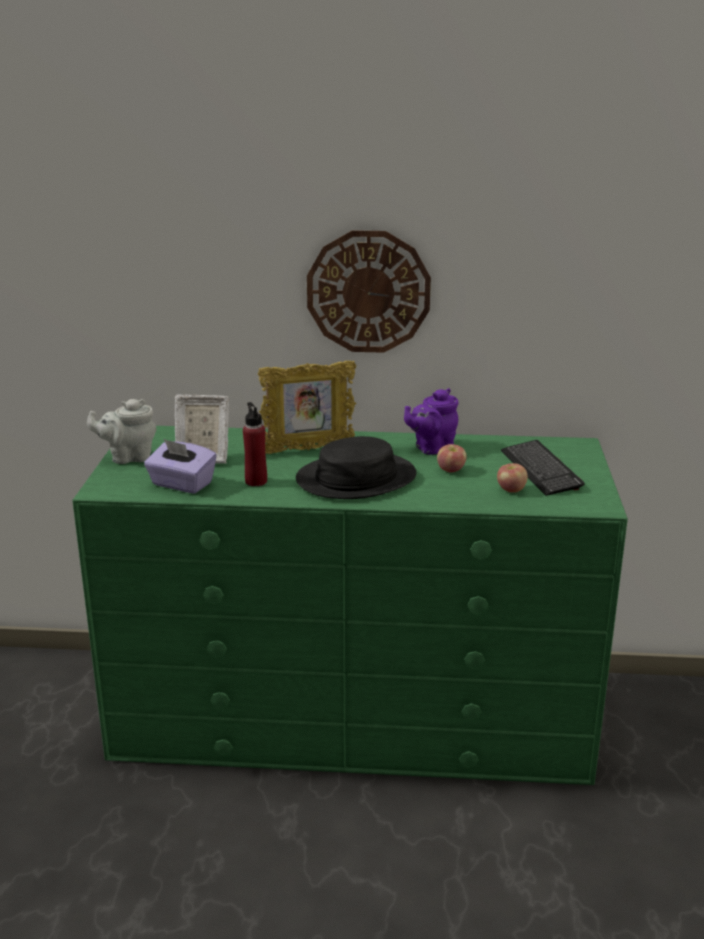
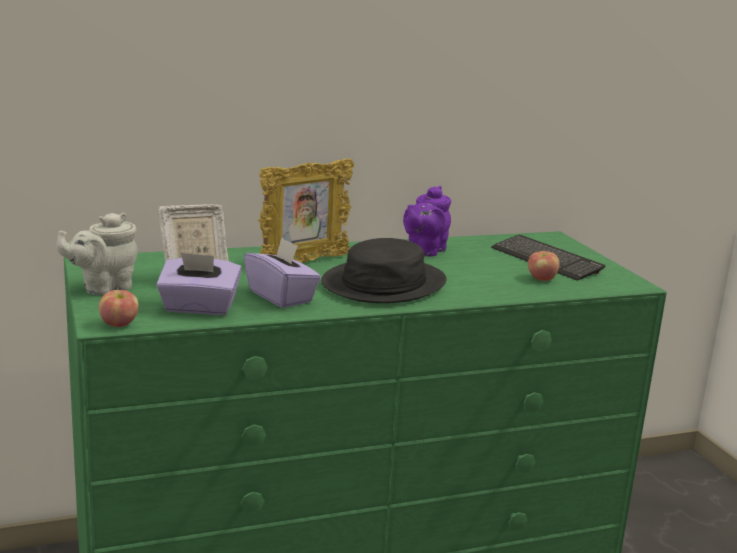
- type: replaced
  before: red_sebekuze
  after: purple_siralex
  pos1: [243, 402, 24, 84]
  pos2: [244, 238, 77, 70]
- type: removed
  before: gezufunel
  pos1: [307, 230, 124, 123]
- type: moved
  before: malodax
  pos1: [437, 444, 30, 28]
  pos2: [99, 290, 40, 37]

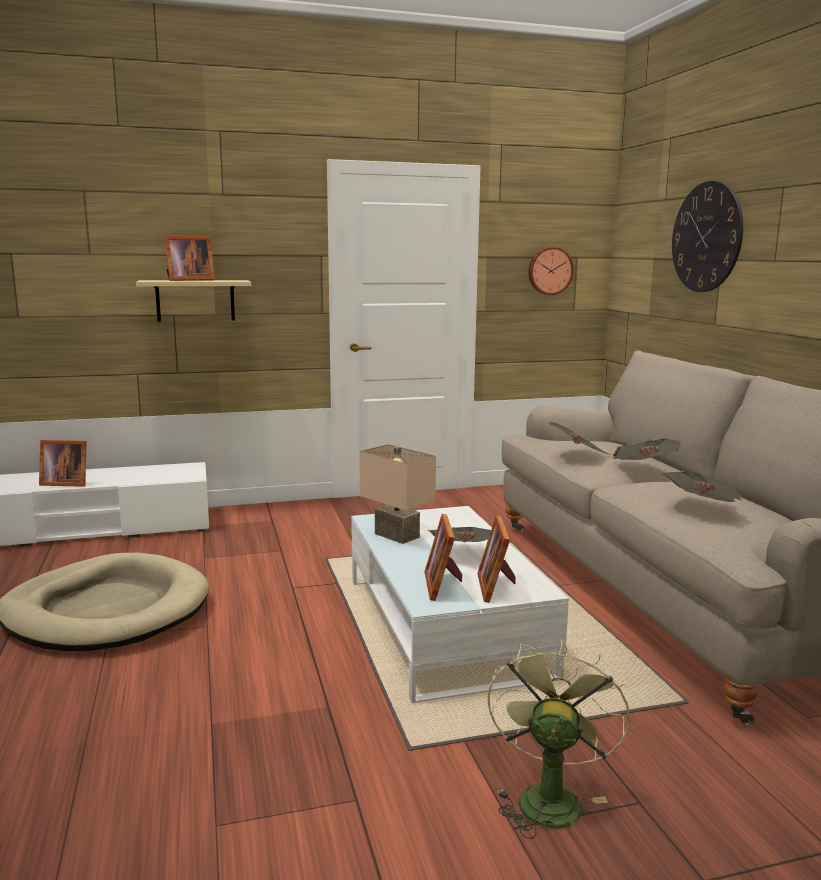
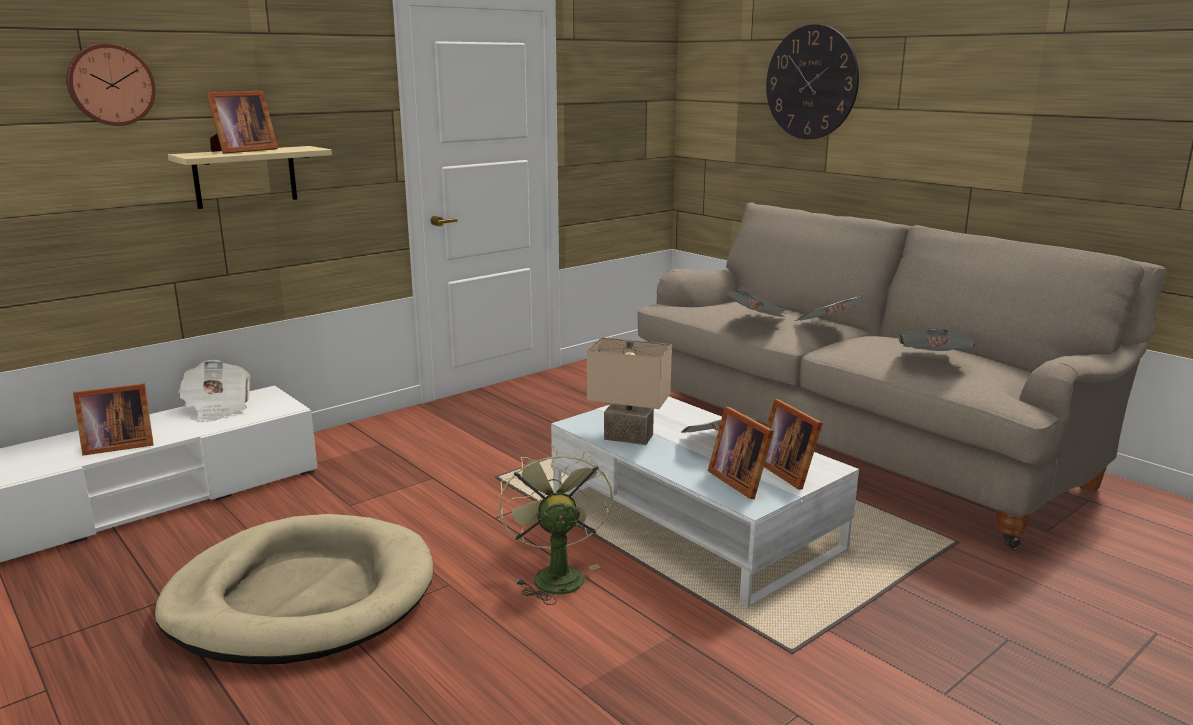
- type: moved
  before: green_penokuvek
  pos1: [488, 639, 142, 200]
  pos2: [499, 446, 114, 159]
- type: moved
  before: gezufunel
  pos1: [528, 247, 46, 48]
  pos2: [66, 44, 90, 82]
- type: added
  after: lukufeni
  pos2: [178, 360, 72, 62]

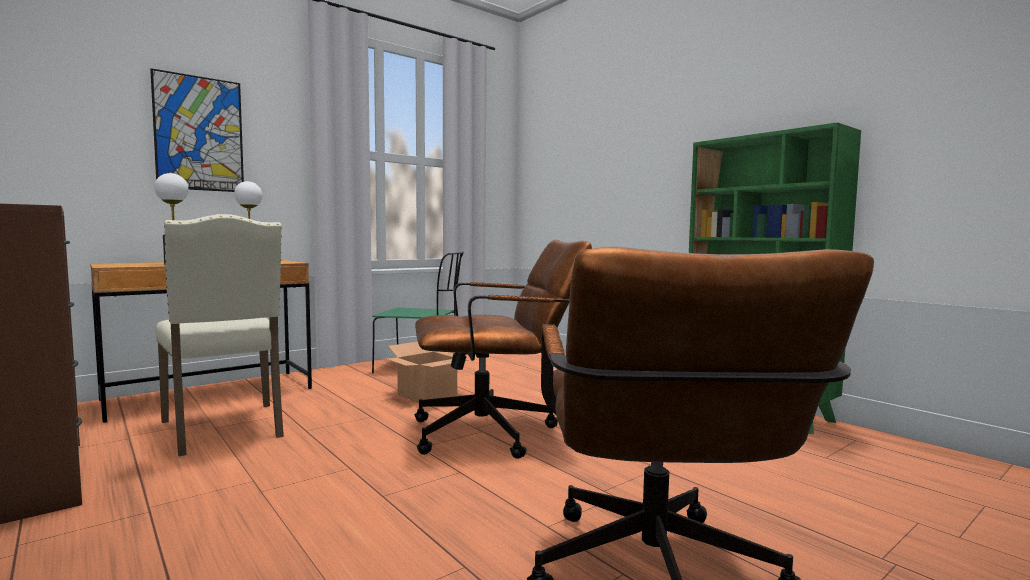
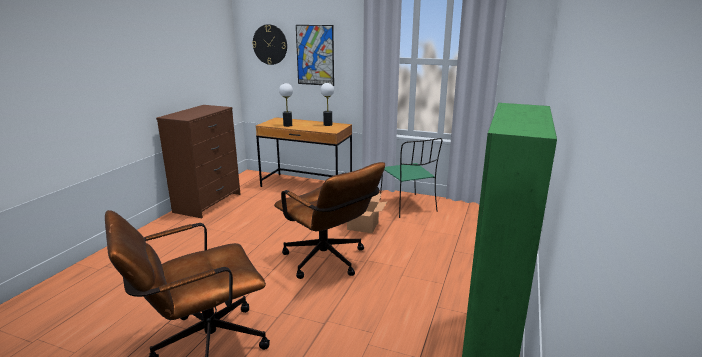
- type: removed
  before: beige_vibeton
  pos1: [155, 214, 129, 242]
- type: added
  after: gezufunel
  pos2: [252, 24, 35, 41]

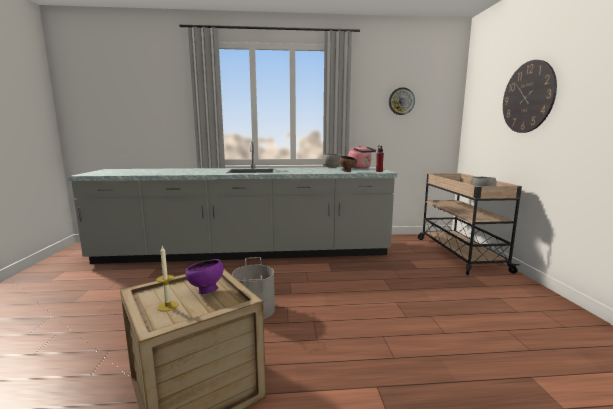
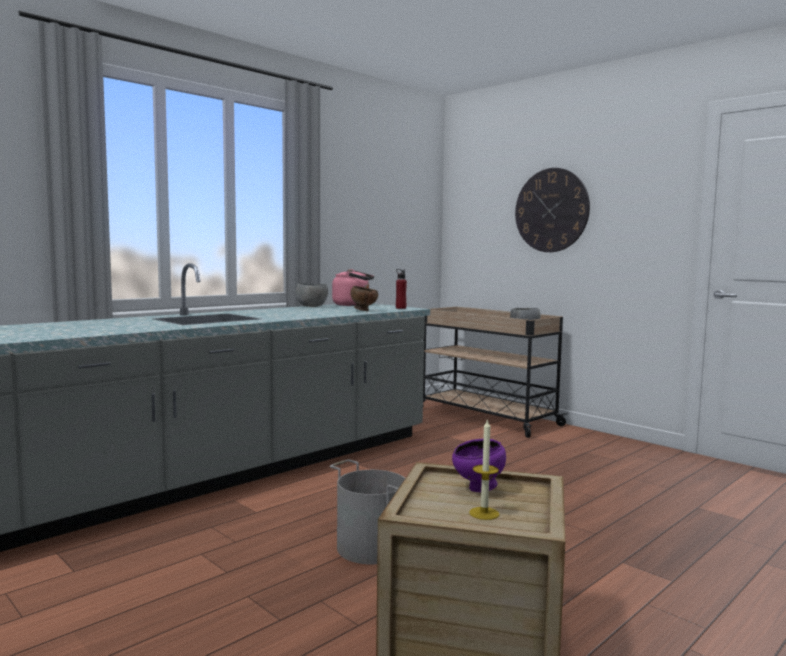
- type: removed
  before: gezufunel
  pos1: [389, 87, 26, 28]

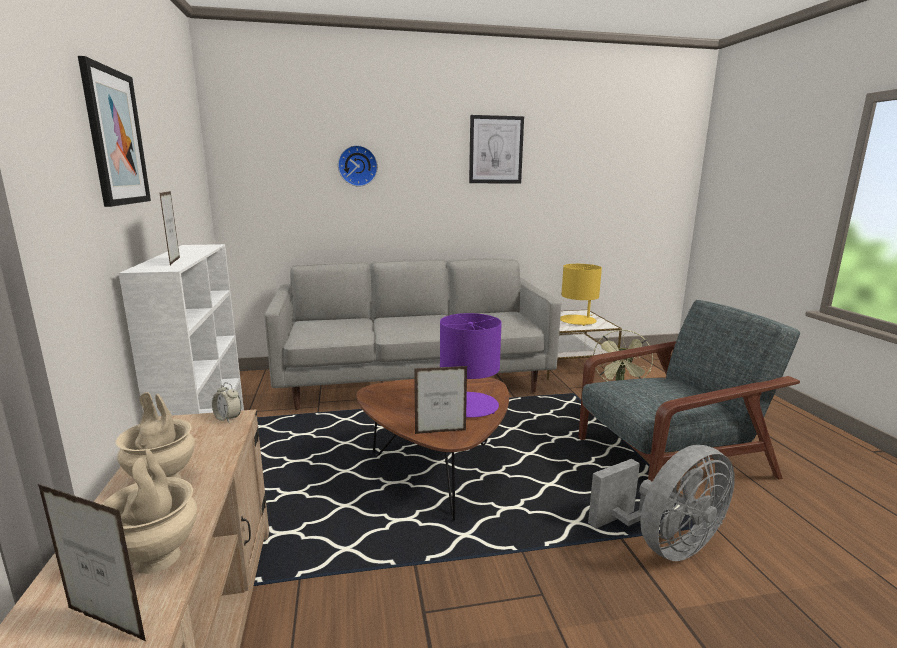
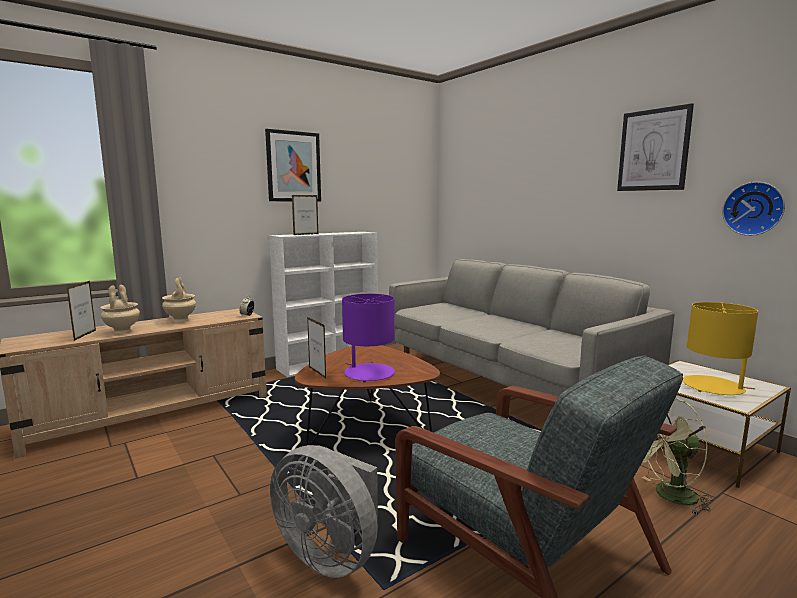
- type: moved
  before: gezufunel
  pos1: [338, 145, 40, 42]
  pos2: [722, 182, 63, 54]

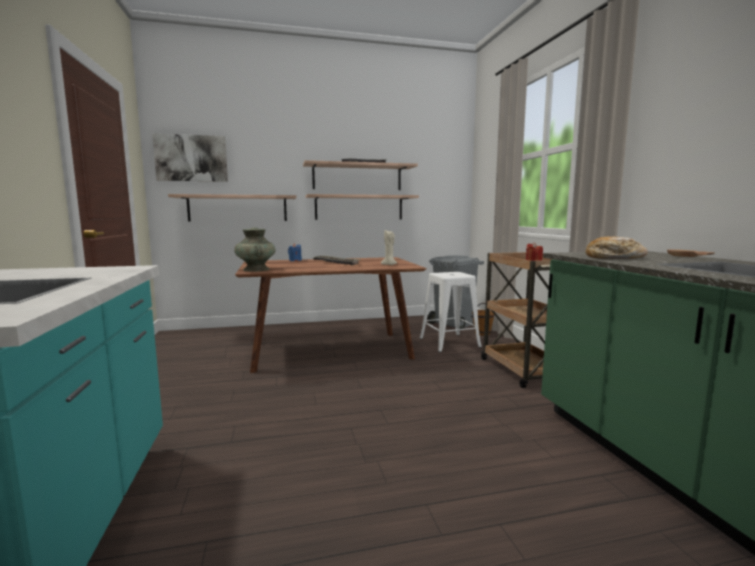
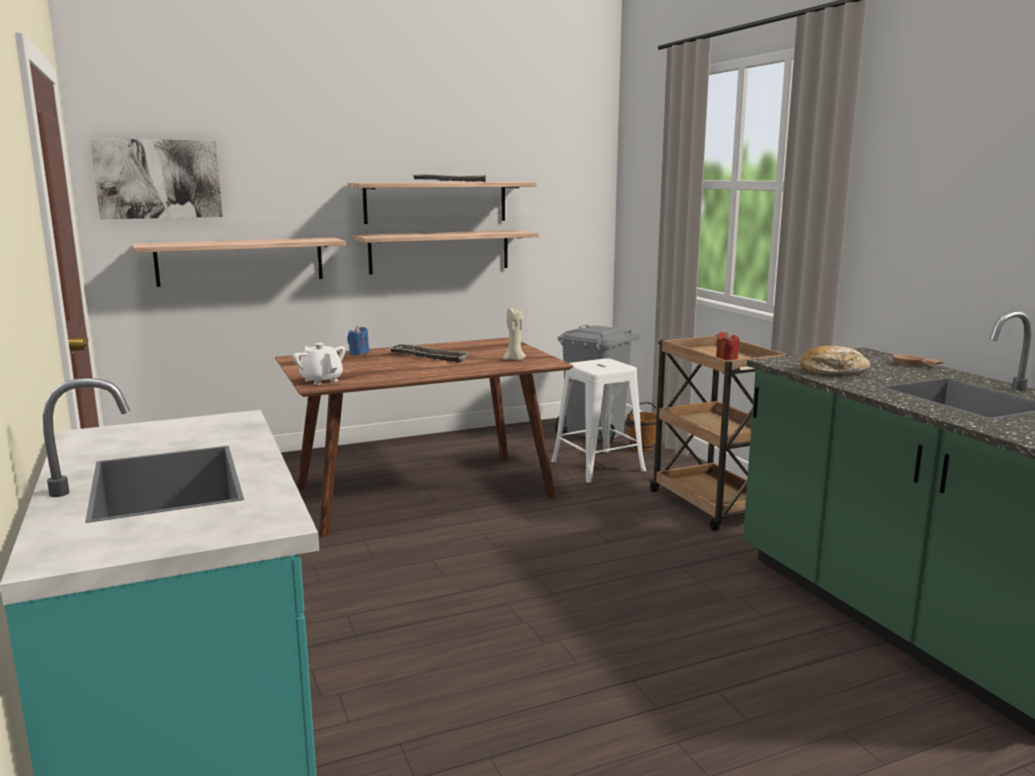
- type: replaced
  before: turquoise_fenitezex
  after: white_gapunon
  pos1: [234, 227, 41, 45]
  pos2: [293, 343, 52, 42]

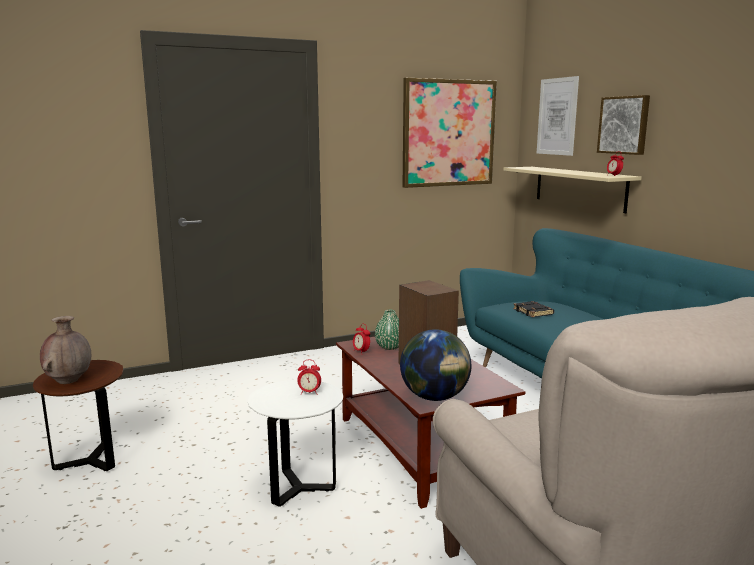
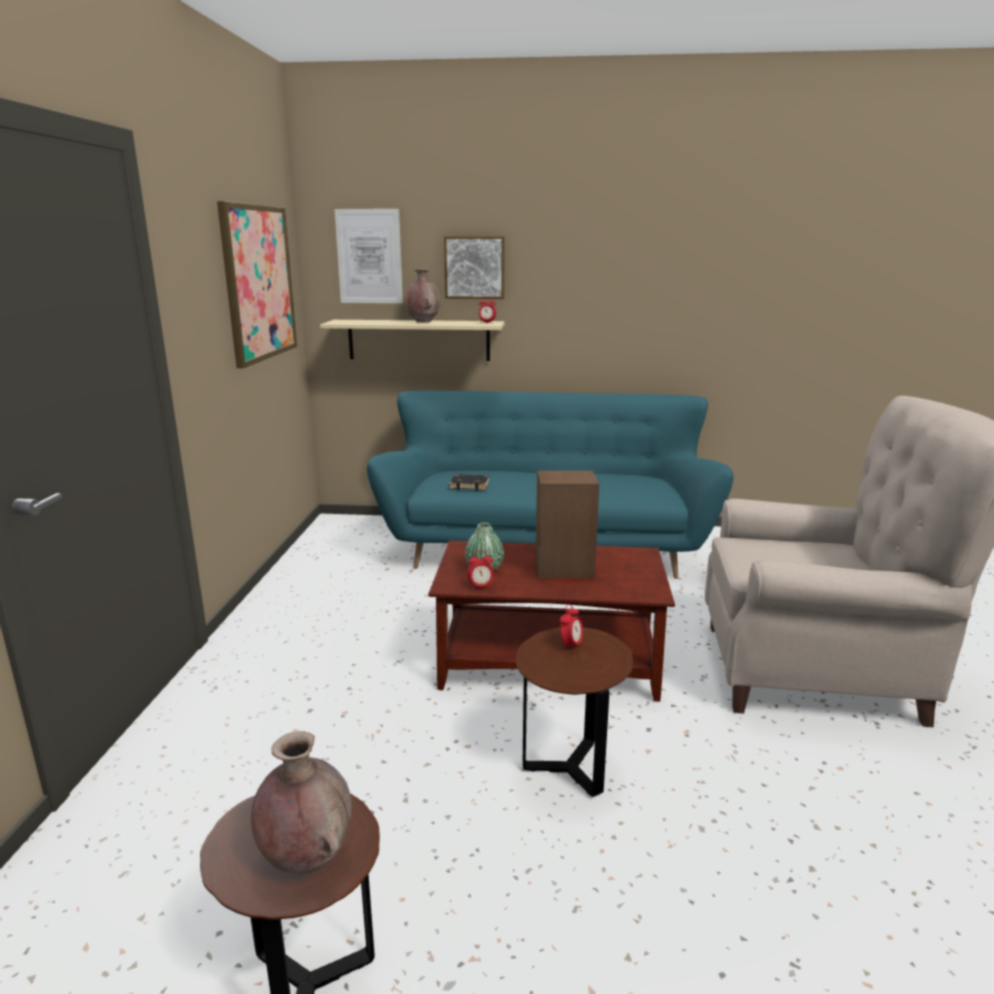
- type: recoloured
  before: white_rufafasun
  after: brown_rufafasun
  pos1: [248, 380, 95, 127]
  pos2: [516, 627, 117, 170]
- type: removed
  before: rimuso
  pos1: [400, 329, 71, 72]
- type: added
  after: brown_fenitezex
  pos2: [405, 269, 36, 53]

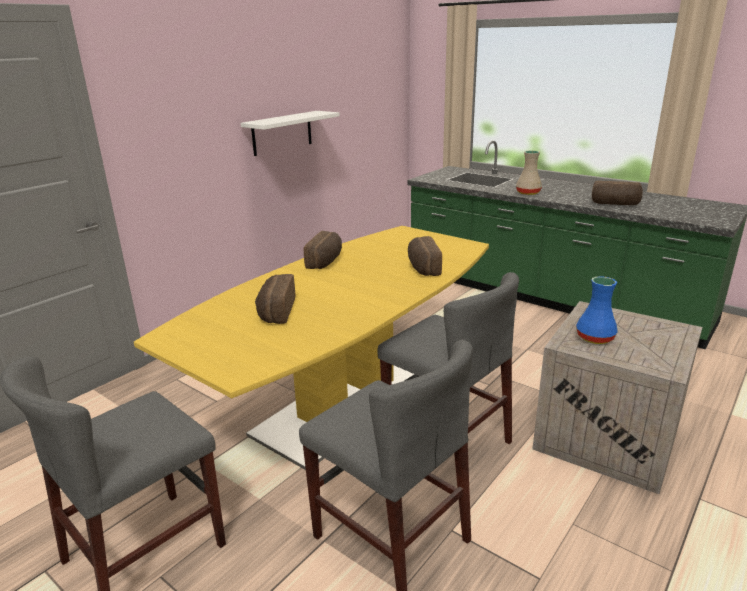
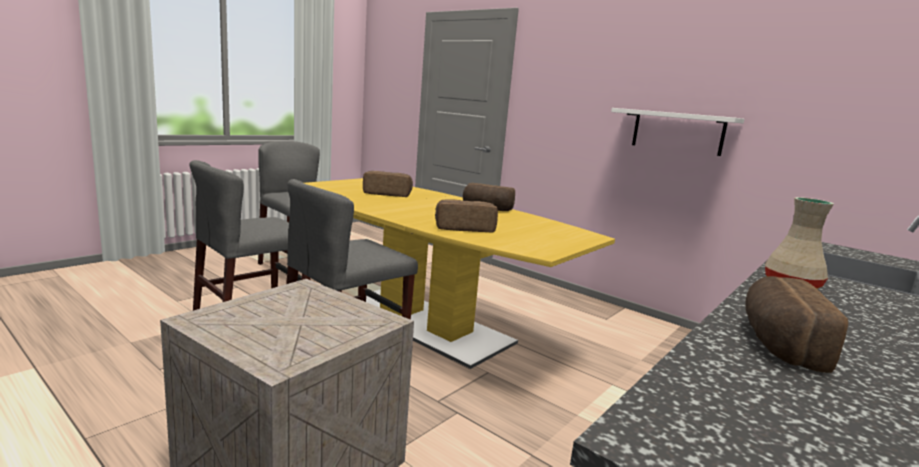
- type: removed
  before: blue_fenitezex
  pos1: [576, 276, 42, 68]

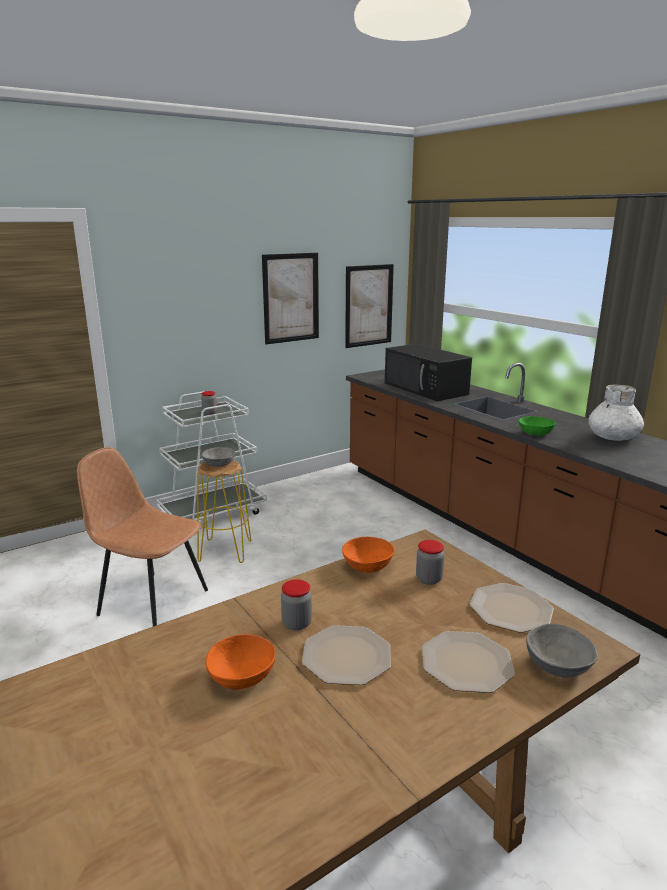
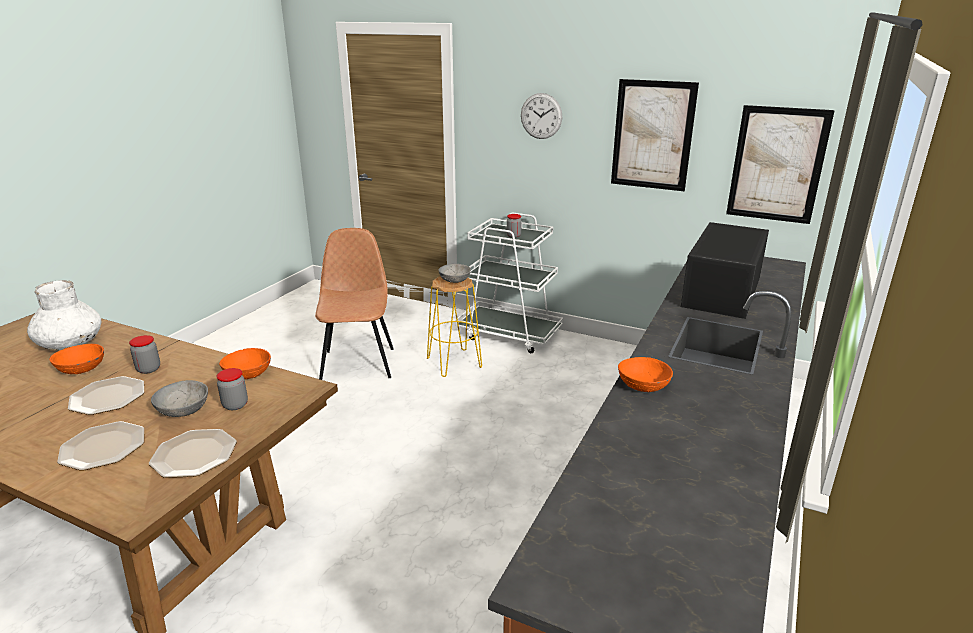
- type: recoloured
  before: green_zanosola
  after: orange_zanosola
  pos1: [519, 416, 37, 20]
  pos2: [618, 357, 55, 35]
- type: moved
  before: grey_zanosola
  pos1: [526, 624, 72, 54]
  pos2: [151, 380, 57, 37]
- type: moved
  before: white_fenitezex
  pos1: [588, 385, 56, 56]
  pos2: [27, 280, 74, 70]
- type: added
  after: gezufunel
  pos2: [521, 93, 41, 46]

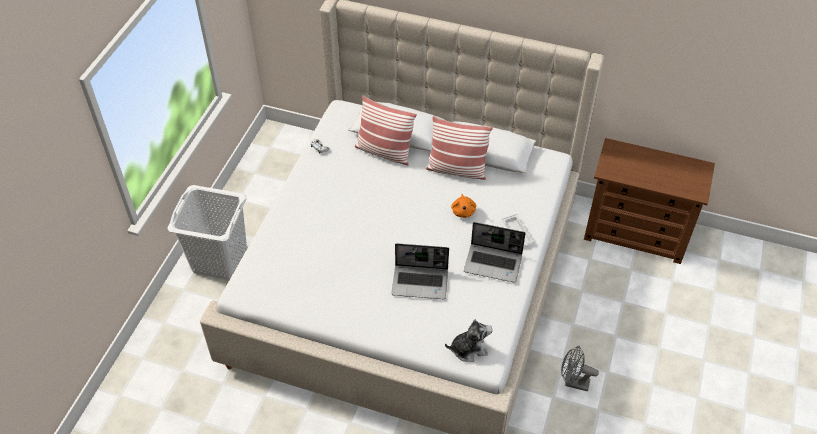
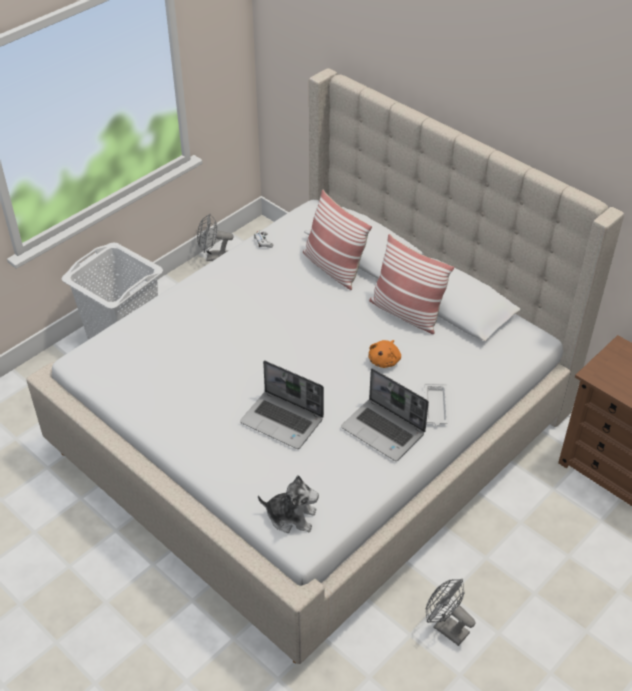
- type: added
  after: grey_penokuvek
  pos2: [197, 214, 37, 47]

